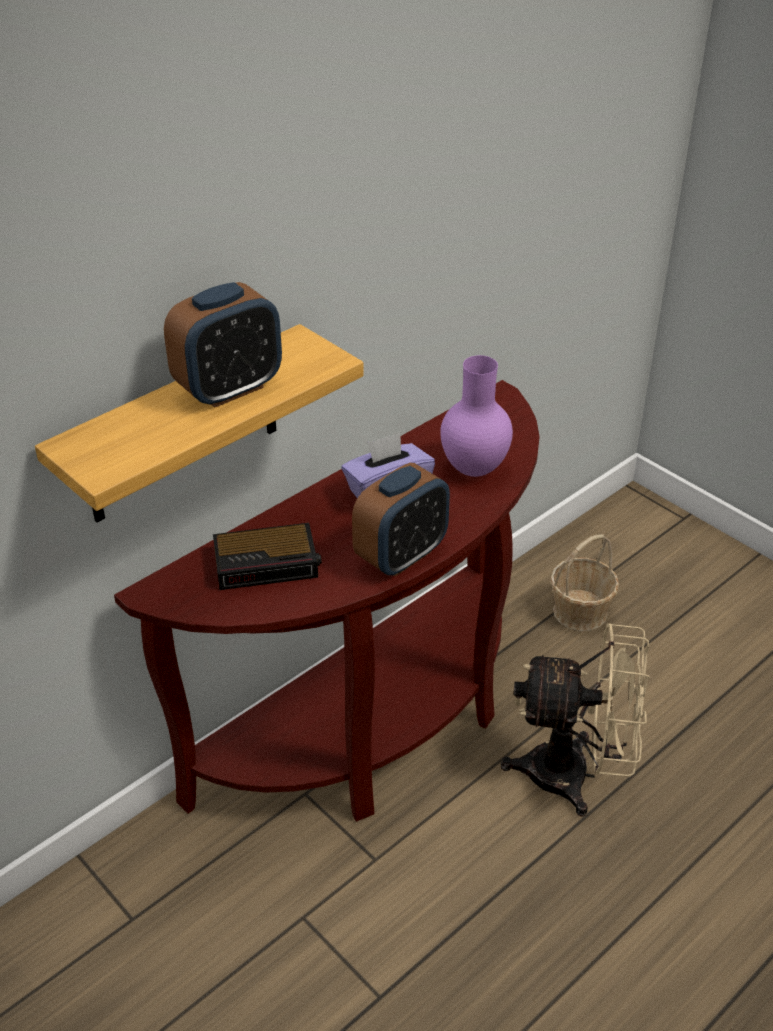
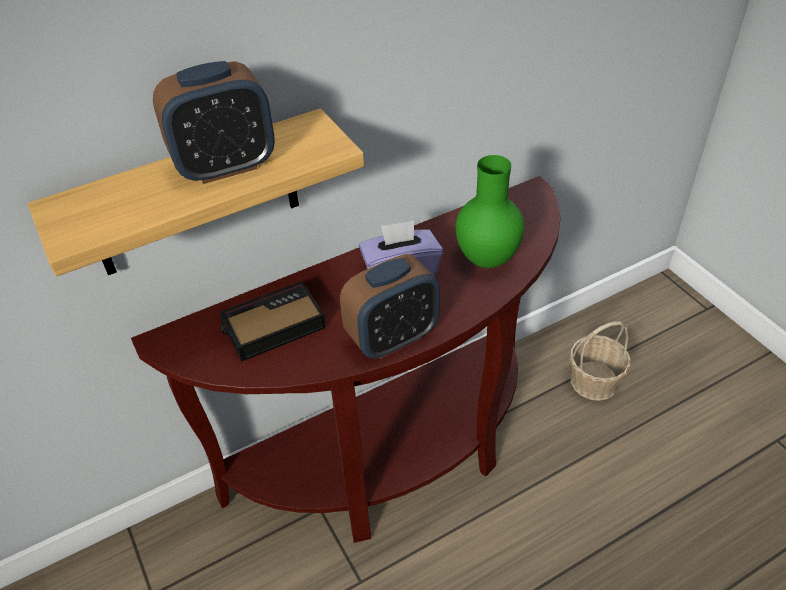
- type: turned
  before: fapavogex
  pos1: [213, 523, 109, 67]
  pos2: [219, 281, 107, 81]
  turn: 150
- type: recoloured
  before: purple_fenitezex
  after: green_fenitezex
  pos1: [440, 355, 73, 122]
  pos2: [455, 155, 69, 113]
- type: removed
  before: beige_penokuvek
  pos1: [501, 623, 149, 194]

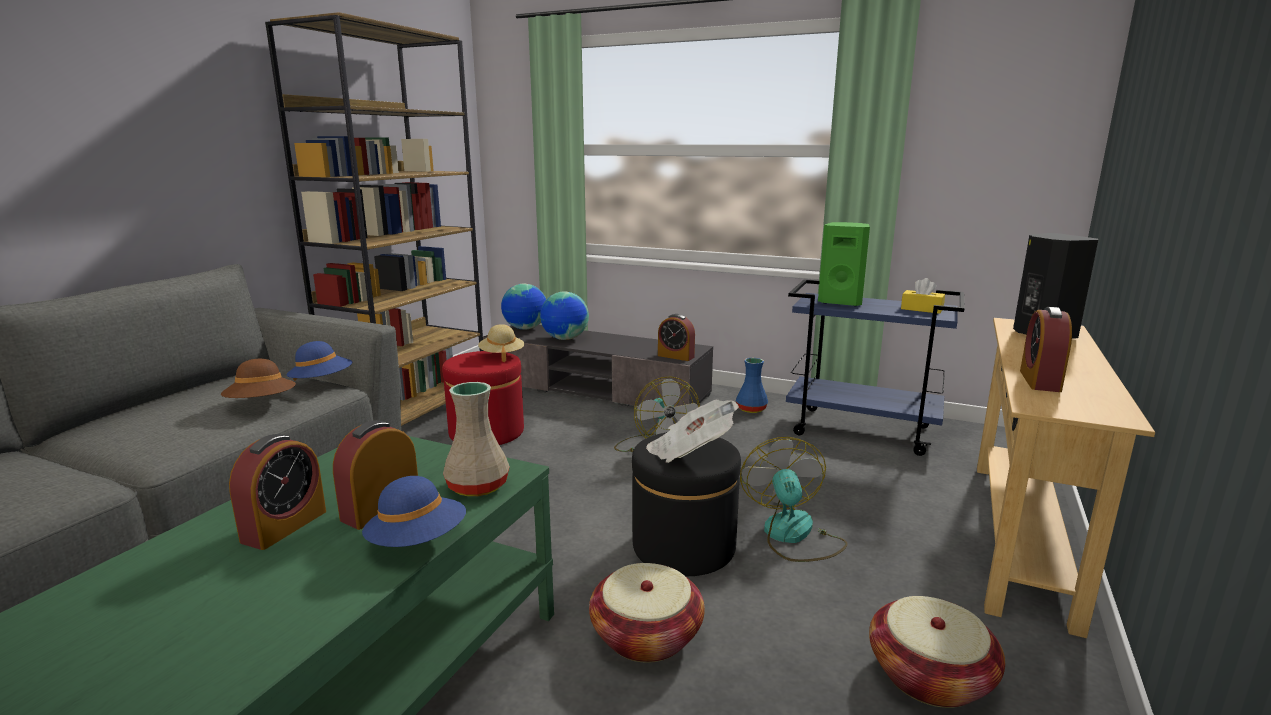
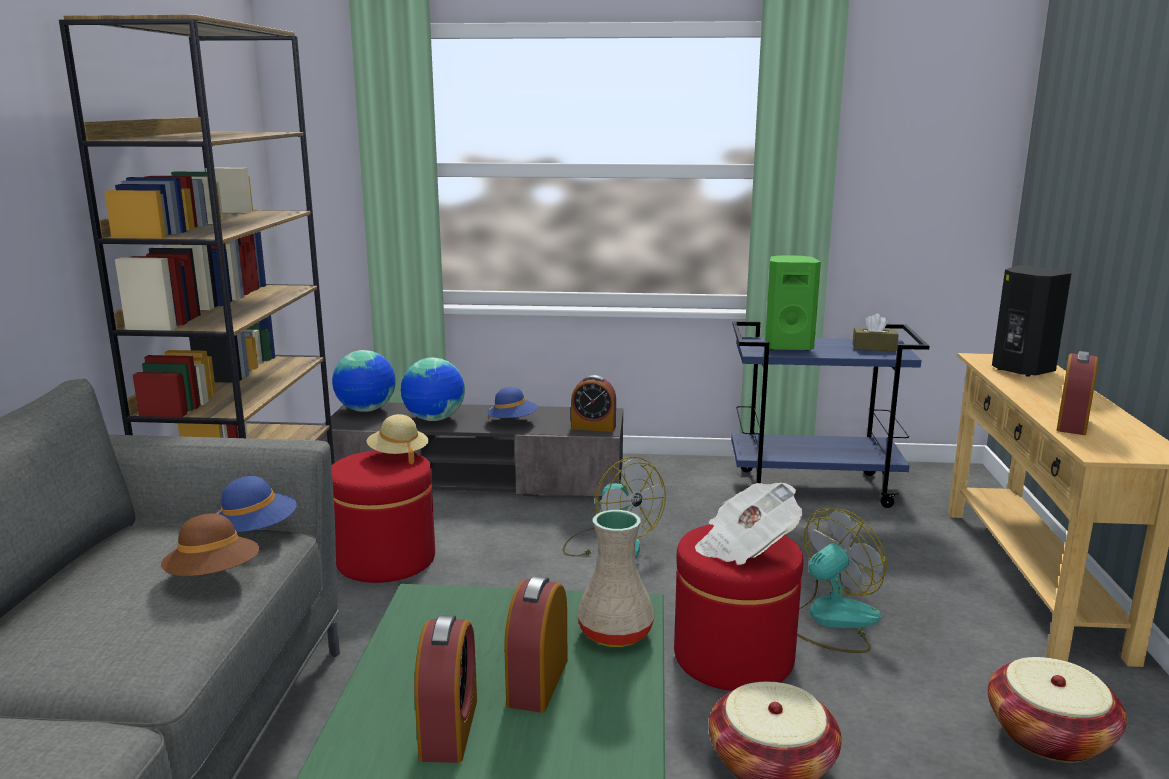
- type: moved
  before: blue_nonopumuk
  pos1: [362, 476, 104, 71]
  pos2: [487, 387, 51, 33]
- type: recoloured
  before: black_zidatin
  after: red_zidatin
  pos1: [632, 432, 109, 144]
  pos2: [674, 524, 129, 167]
- type: removed
  before: blue_fenitezex
  pos1: [736, 358, 32, 55]
- type: turned
  before: penokuvek
  pos1: [740, 437, 108, 125]
  pos2: [797, 508, 90, 145]
  turn: 75
- type: recoloured
  before: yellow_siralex
  after: brown_siralex
  pos1: [901, 278, 44, 36]
  pos2: [853, 313, 46, 39]
- type: turned
  before: fapavogex
  pos1: [1020, 307, 52, 85]
  pos2: [1056, 351, 42, 84]
  turn: -150

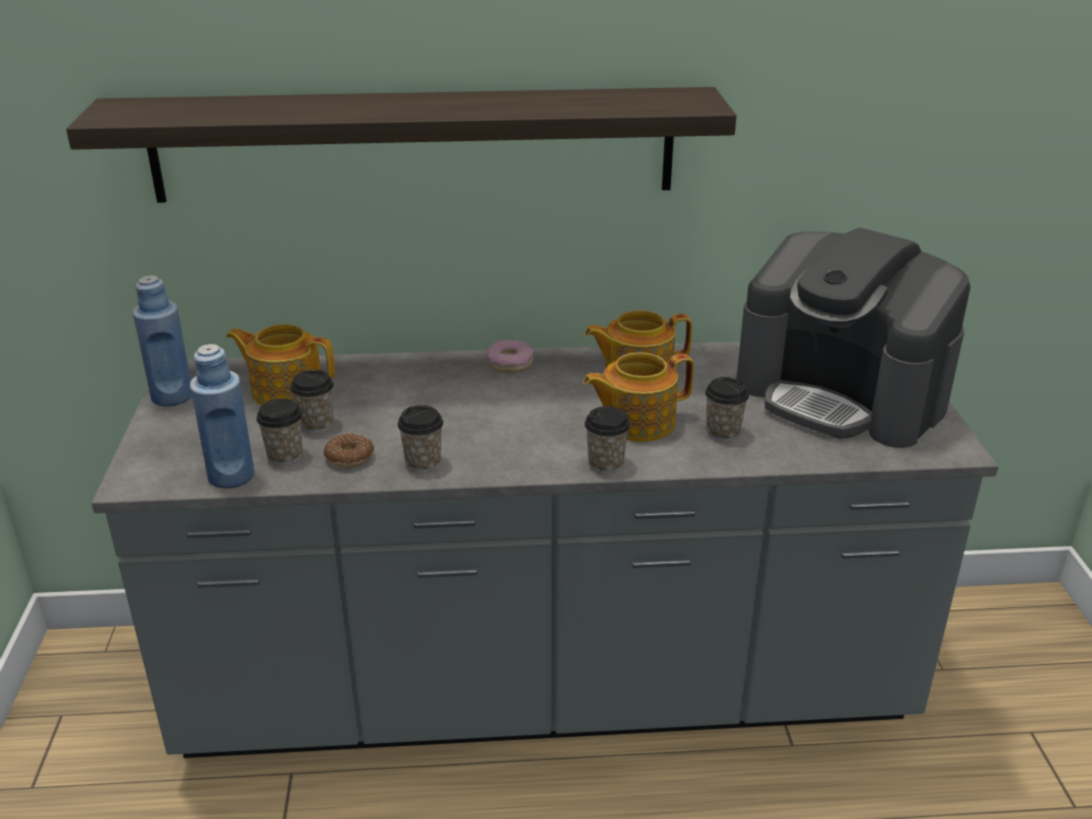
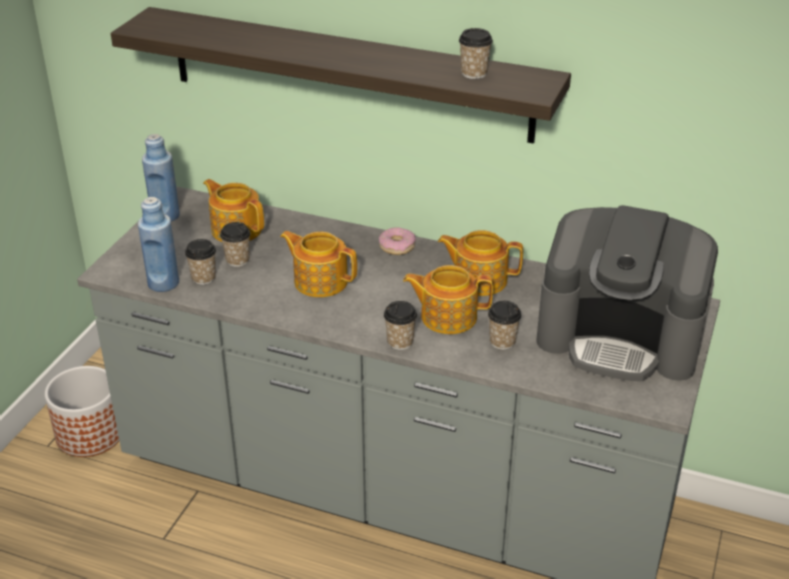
- type: removed
  before: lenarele
  pos1: [324, 433, 50, 35]
- type: moved
  before: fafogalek
  pos1: [398, 405, 45, 67]
  pos2: [459, 28, 34, 51]
- type: turned
  before: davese
  pos1: [737, 228, 234, 220]
  pos2: [536, 205, 182, 176]
  turn: -45
- type: added
  after: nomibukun
  pos2: [45, 366, 74, 91]
- type: added
  after: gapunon
  pos2: [280, 231, 77, 66]

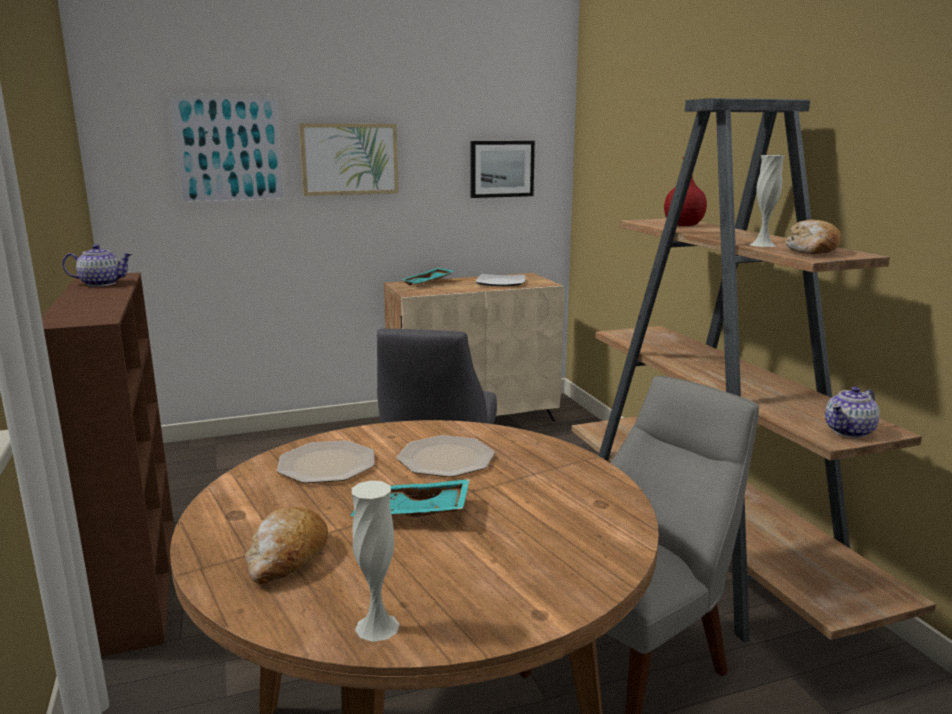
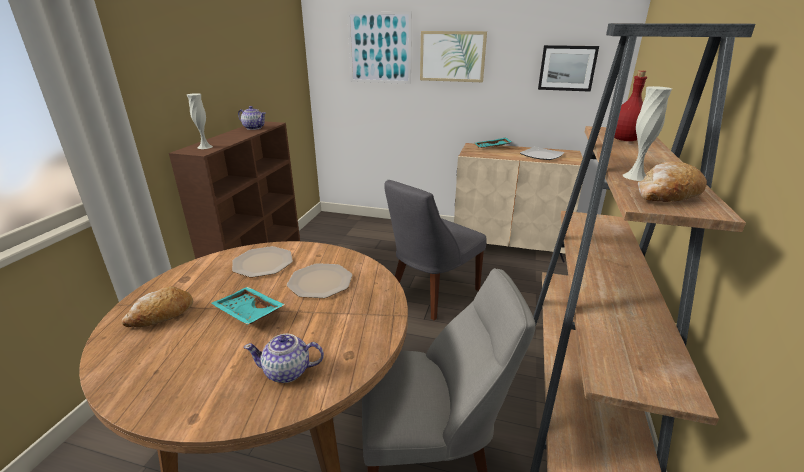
- type: moved
  before: white_fenitezex
  pos1: [352, 481, 48, 161]
  pos2: [187, 93, 26, 56]
- type: moved
  before: gapunon
  pos1: [825, 386, 55, 52]
  pos2: [244, 334, 80, 49]

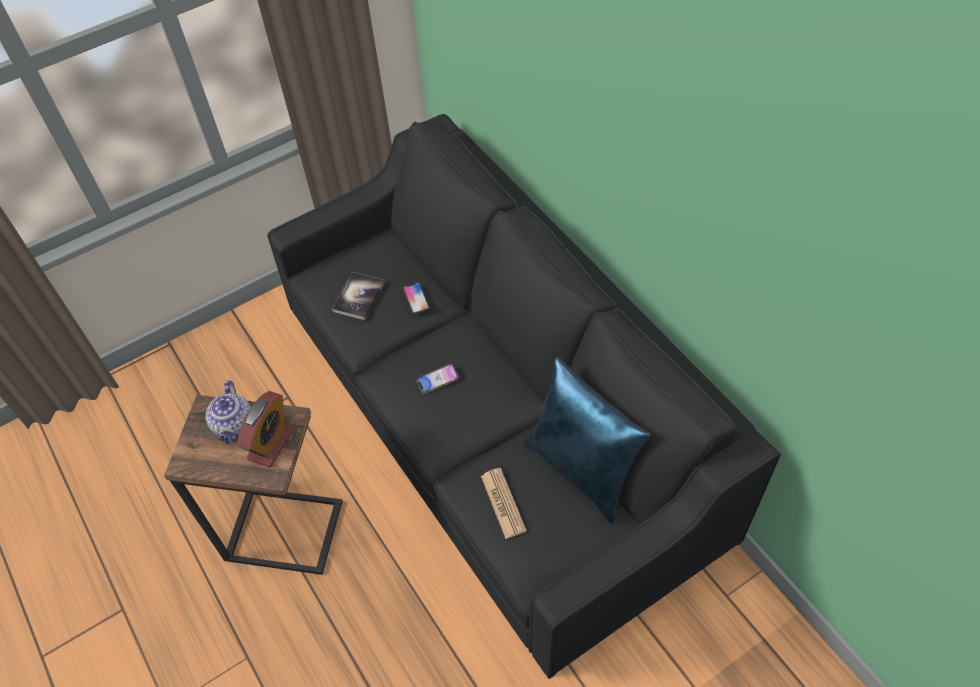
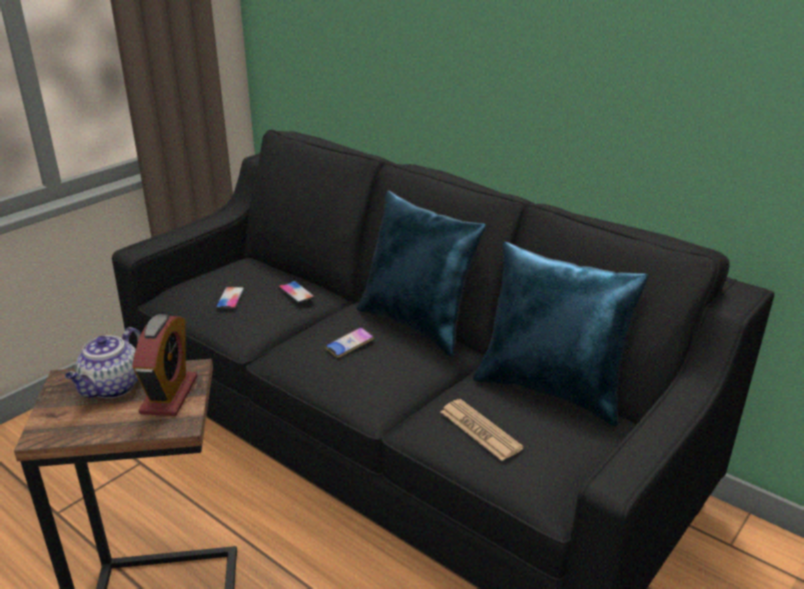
- type: turned
  before: gapunon
  pos1: [206, 380, 45, 64]
  pos2: [65, 327, 76, 71]
  turn: 45
- type: replaced
  before: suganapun
  after: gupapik
  pos1: [332, 272, 53, 48]
  pos2: [216, 287, 29, 22]
- type: added
  after: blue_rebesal
  pos2: [356, 190, 130, 168]

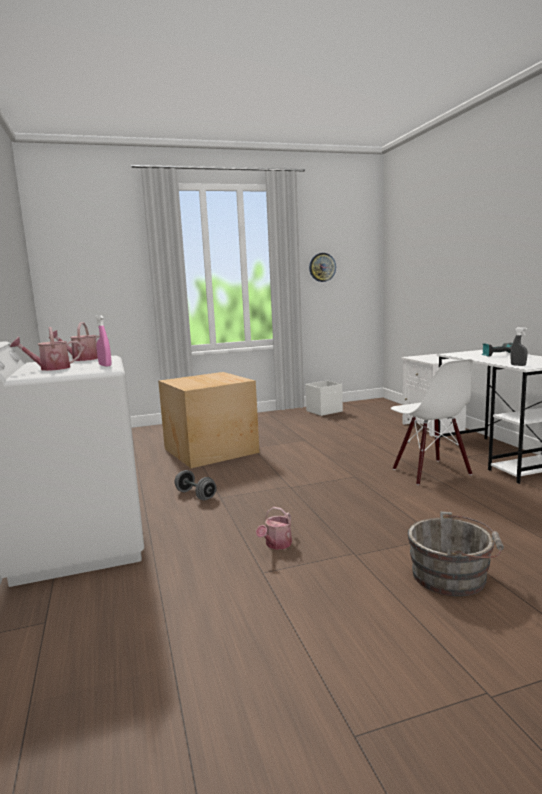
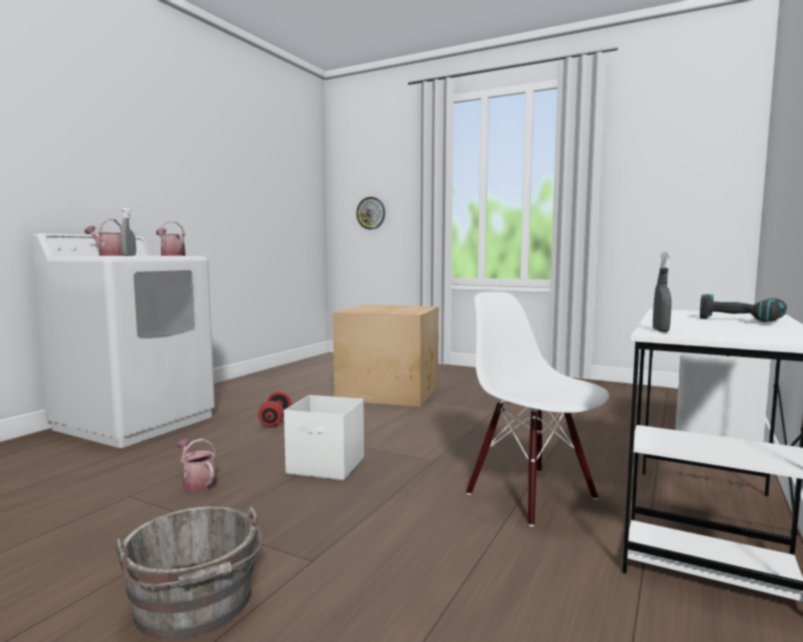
- type: recoloured
  before: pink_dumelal
  after: grey_dumelal
  pos1: [95, 315, 17, 52]
  pos2: [121, 208, 15, 48]
- type: recoloured
  before: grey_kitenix
  after: red_kitenix
  pos1: [175, 470, 41, 30]
  pos2: [258, 392, 33, 35]
- type: turned
  before: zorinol
  pos1: [256, 507, 36, 43]
  pos2: [176, 438, 40, 53]
  turn: 60
- type: moved
  before: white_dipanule
  pos1: [306, 381, 37, 35]
  pos2: [284, 395, 80, 85]
- type: moved
  before: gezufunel
  pos1: [309, 253, 27, 29]
  pos2: [356, 197, 29, 33]
- type: turned
  before: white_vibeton
  pos1: [391, 359, 82, 126]
  pos2: [466, 292, 143, 235]
  turn: 120

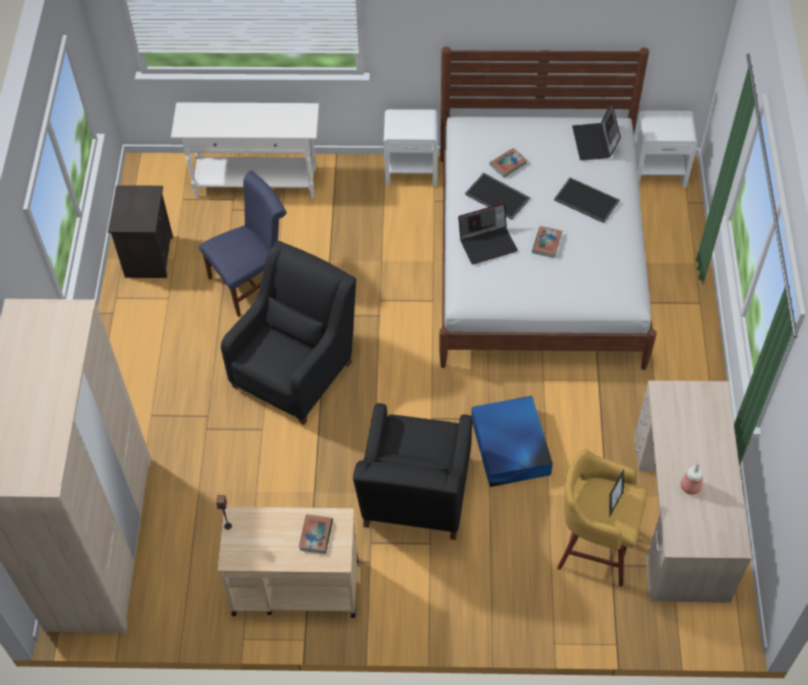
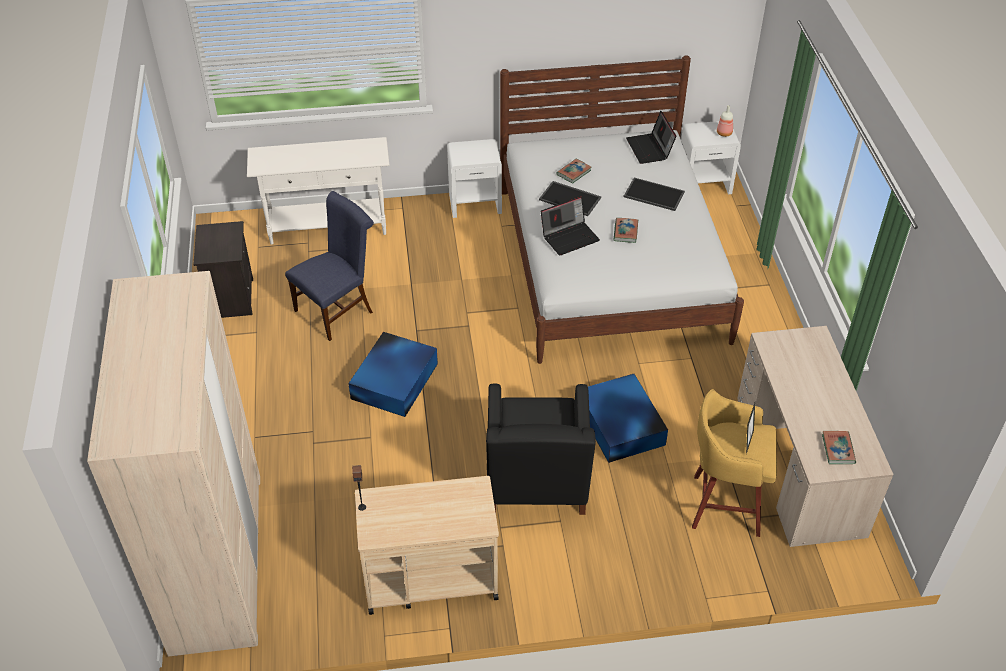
- type: replaced
  before: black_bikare
  after: blue_dipanule
  pos1: [221, 241, 135, 184]
  pos2: [348, 332, 90, 85]
- type: moved
  before: suganapun
  pos1: [299, 514, 34, 40]
  pos2: [822, 431, 34, 33]
- type: moved
  before: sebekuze
  pos1: [681, 464, 22, 31]
  pos2: [717, 105, 16, 32]

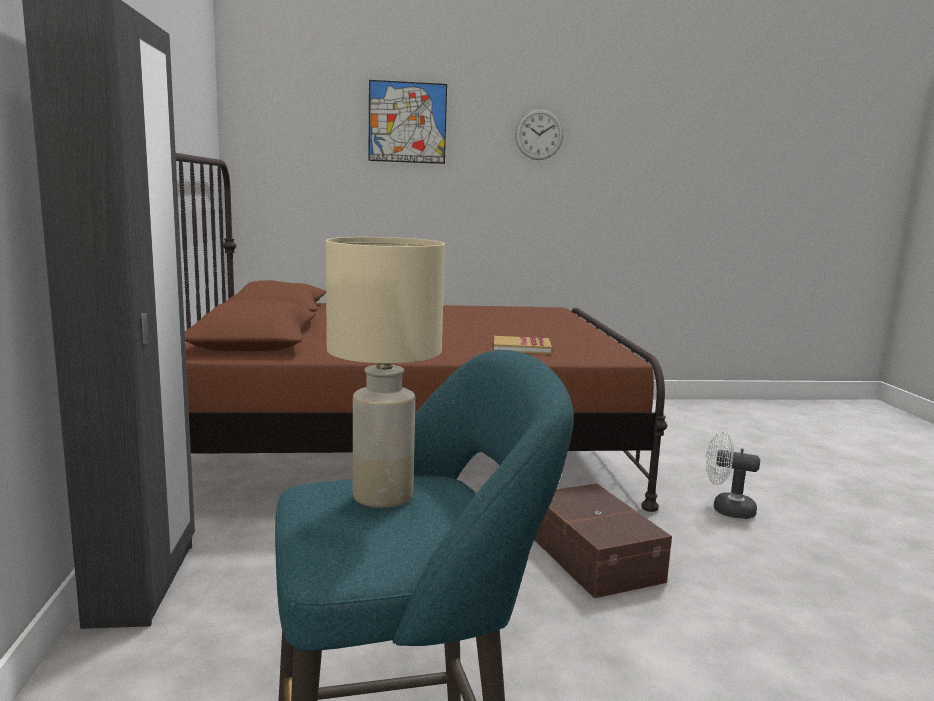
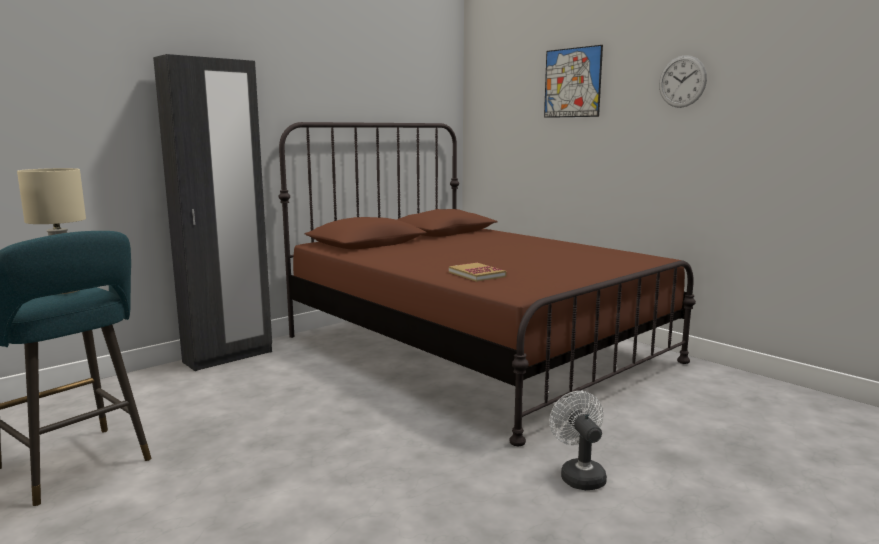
- type: removed
  before: brown_dipanule
  pos1: [534, 484, 138, 114]

